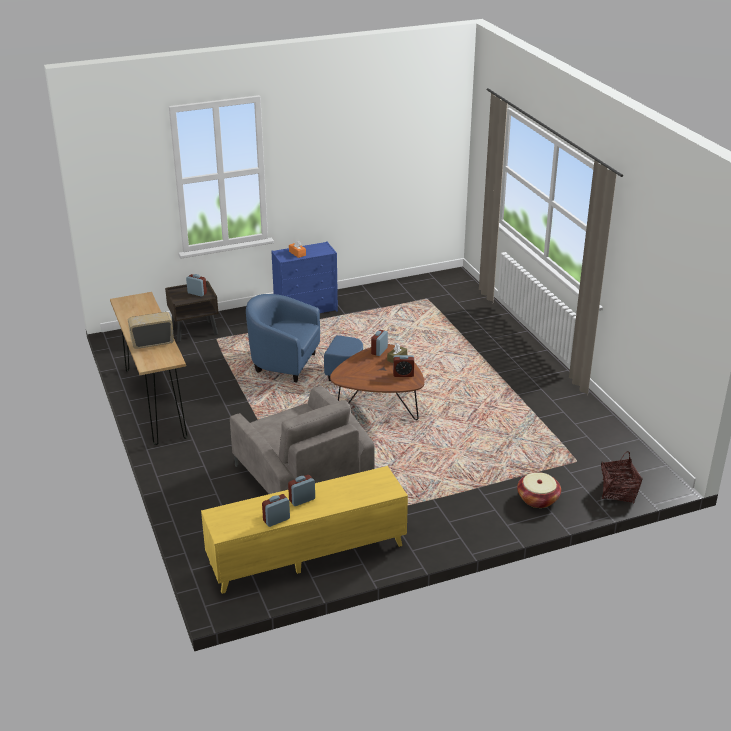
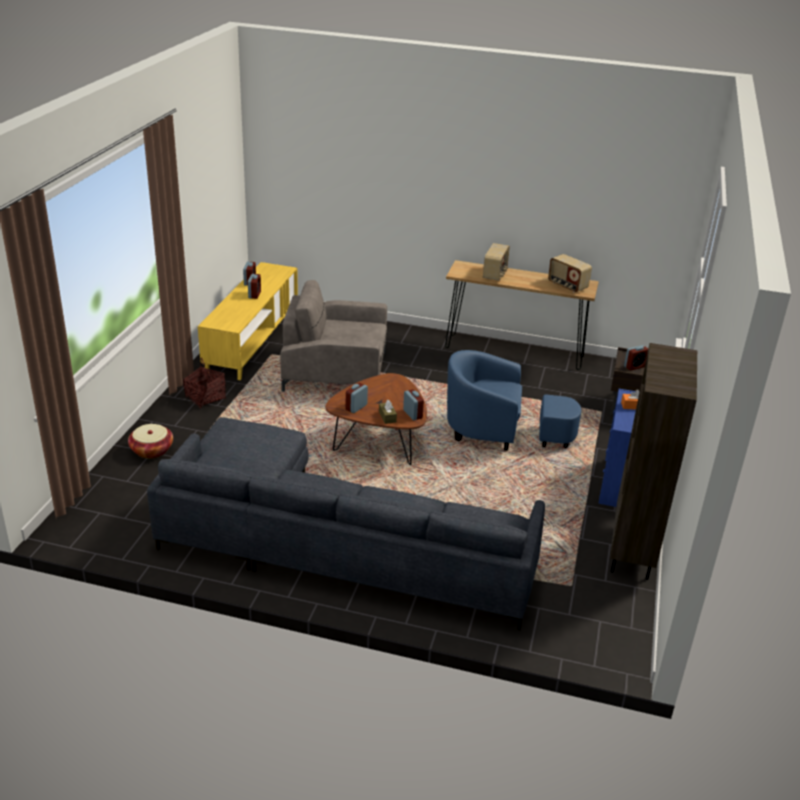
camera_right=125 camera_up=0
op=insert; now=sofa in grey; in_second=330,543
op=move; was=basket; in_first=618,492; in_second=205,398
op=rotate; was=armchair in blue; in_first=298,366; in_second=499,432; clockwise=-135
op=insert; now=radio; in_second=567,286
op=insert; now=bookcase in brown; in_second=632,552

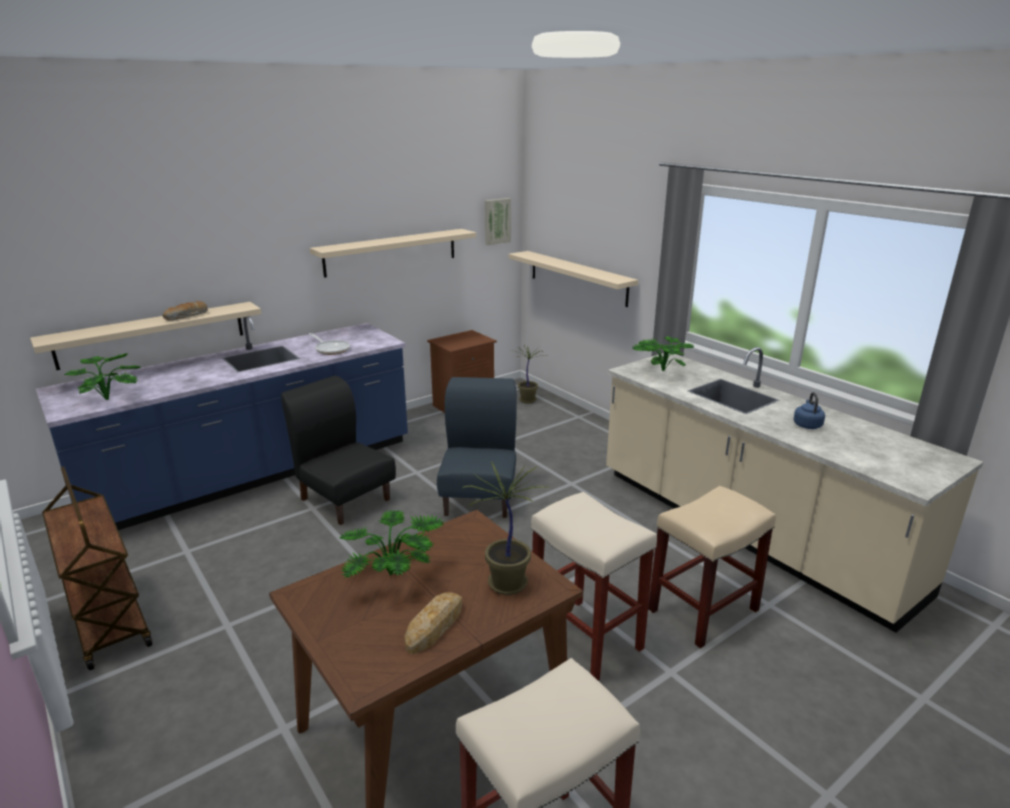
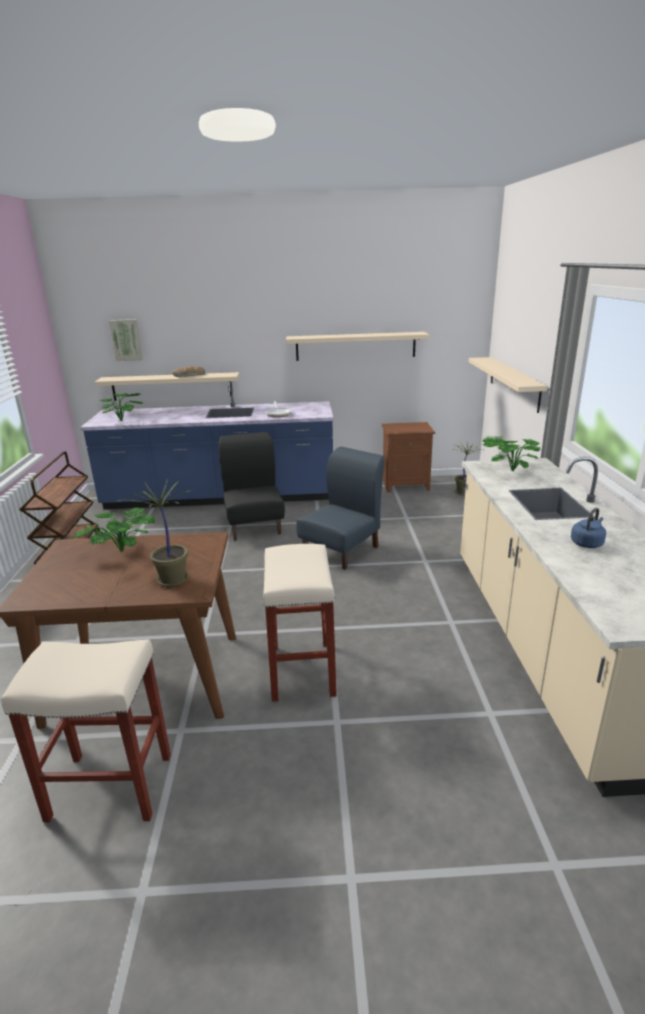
camera_right=35 camera_up=0
op=move; was=picture; in_first=496,221; in_second=126,340
op=delete; was=bread; in_first=435,626
op=delete; was=stool in beige; in_first=703,609

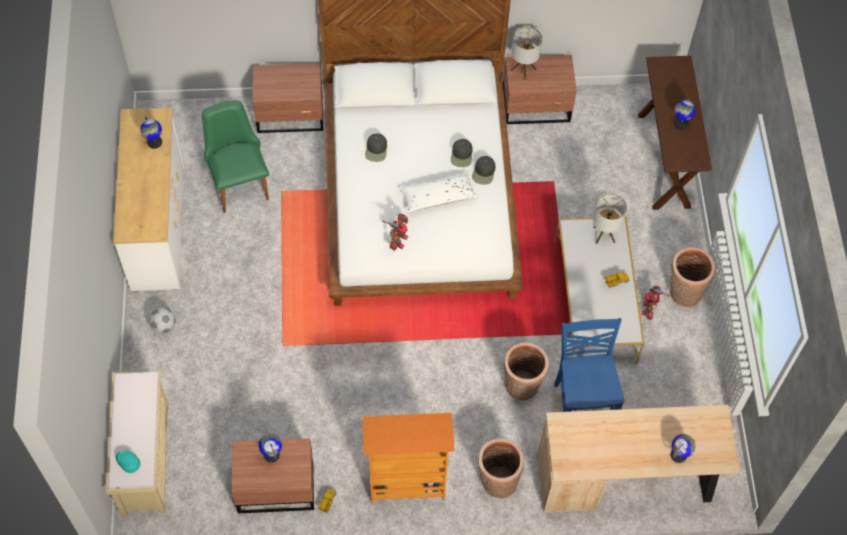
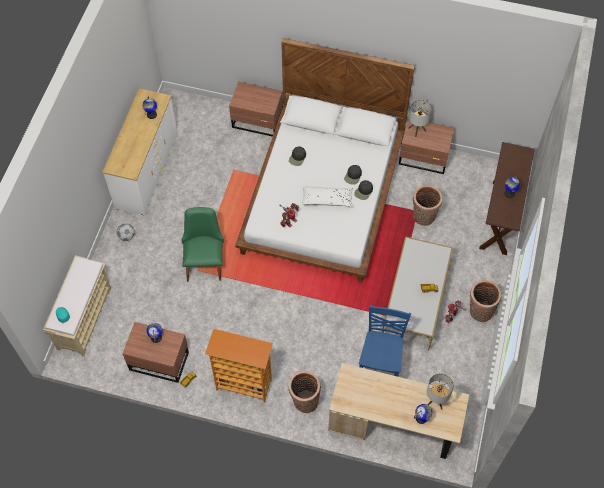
camera_right=20 camera_up=0
op=move; was=chair in green; in_first=238,181; in_second=205,261
op=move; was=basket; in_first=521,387; in_second=423,217
op=move; was=table lamp; in_first=604,234; in_second=435,400

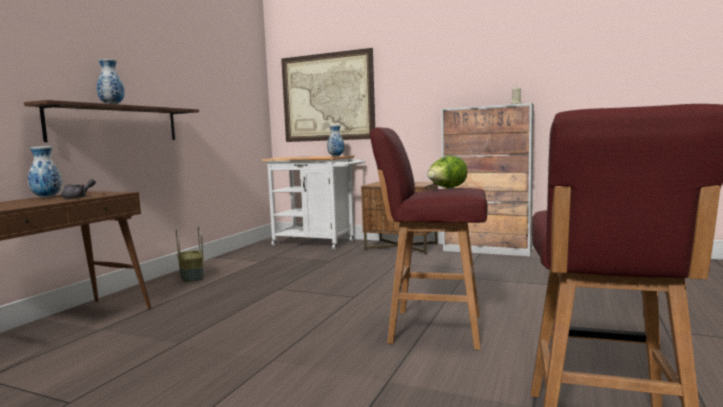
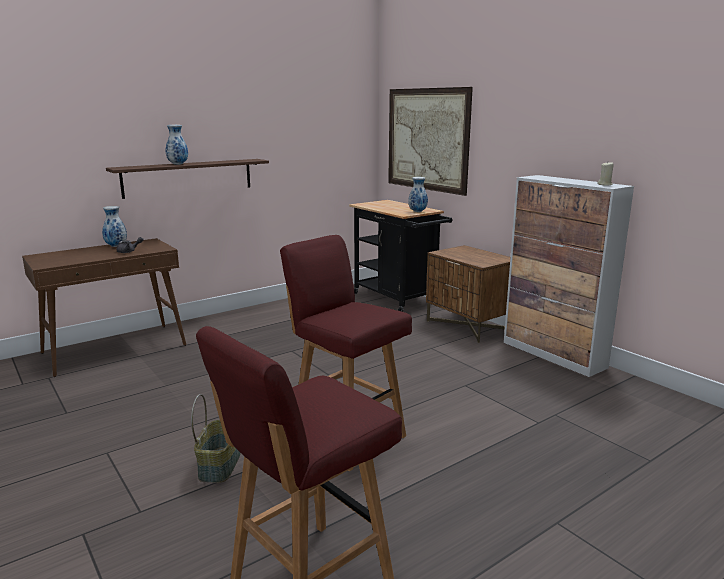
camera_right=30 camera_up=10
op=move; was=basket; in_first=191,276; in_second=219,465
op=recolor; was=cart in white; now=cart in black; in_first=318,243; in_second=397,300
op=delete; was=lettuce; in_first=446,188

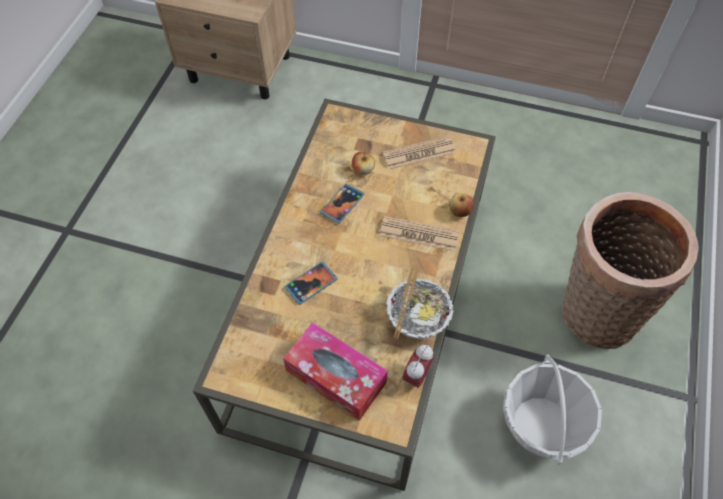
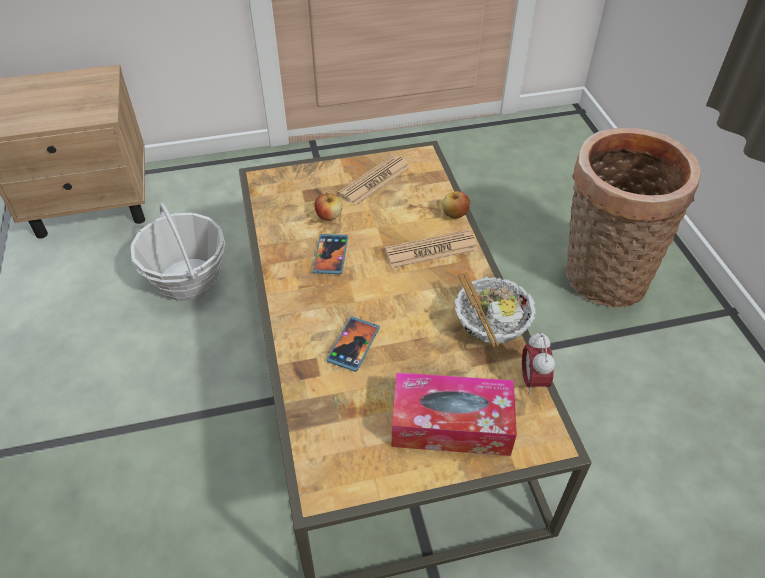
camera_right=-30 camera_up=-10
op=move; was=basket; in_first=541,425; in_second=188,279

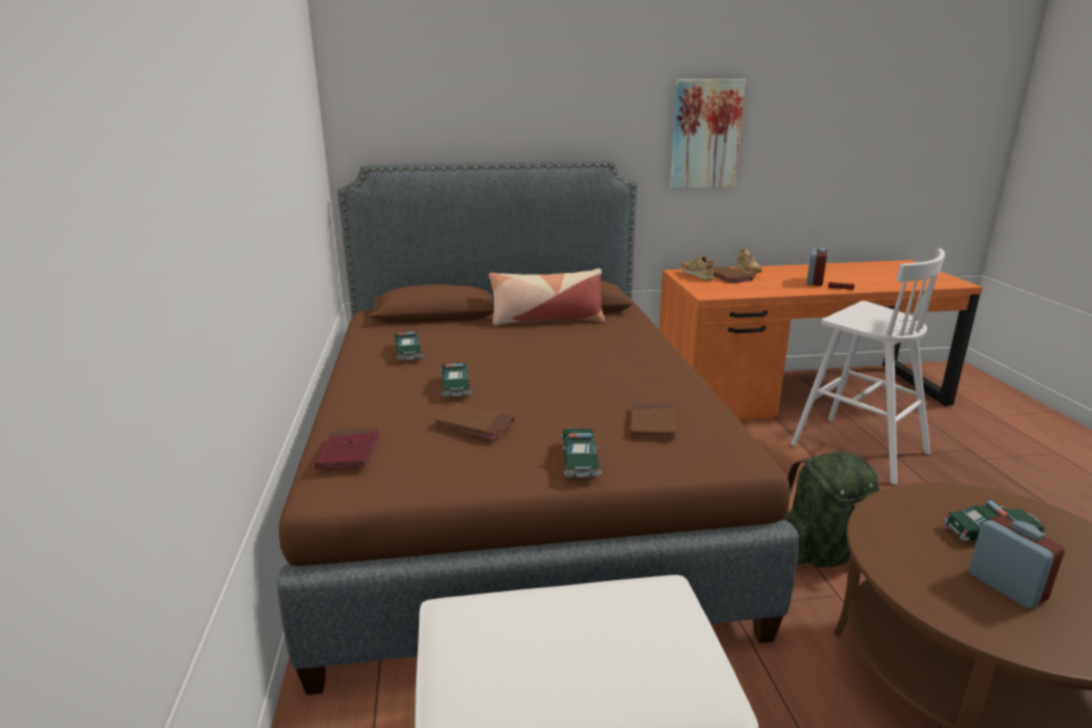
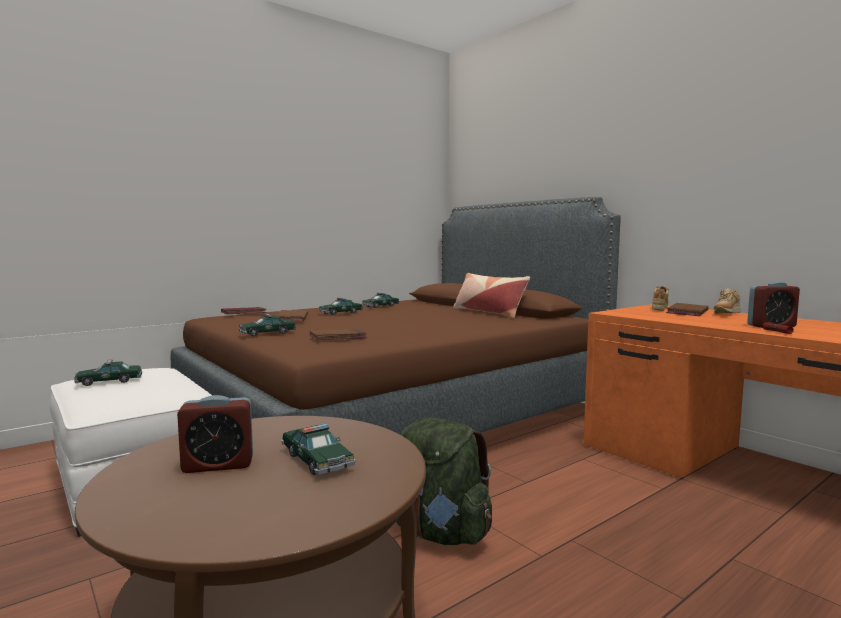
camera_right=60 camera_up=-15
op=insert; now=toy car; in_second=109,381
op=rotate; was=alarm clock; in_first=1006,587; in_second=218,465; clockwise=45
op=delete; was=picture; in_first=705,134
op=delete; was=stool in white; in_first=856,448

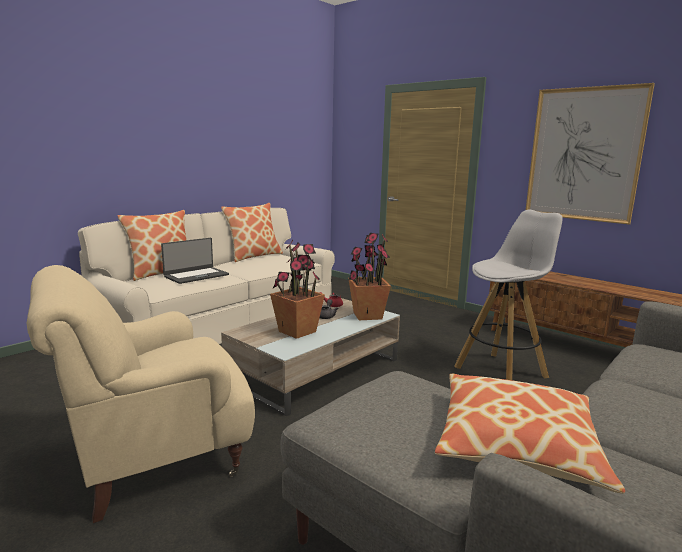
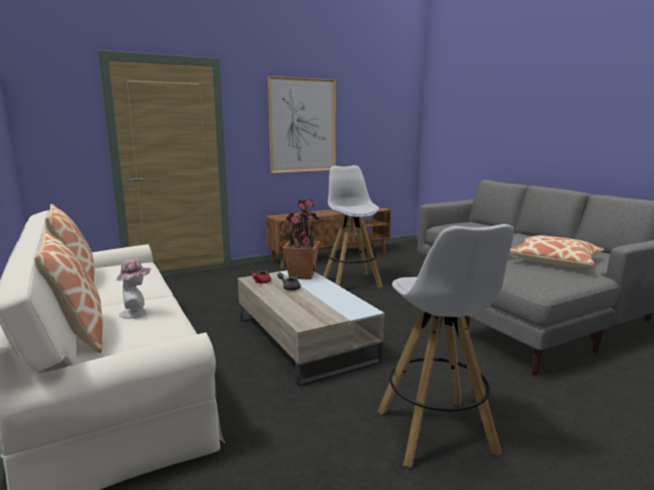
camera_right=-70 camera_up=0
op=replace; was=laptop; now=hat; in_first=196,275; in_second=136,312
op=replace; was=armchair in beige; now=stool in white; in_first=153,459; in_second=436,433
op=delete; was=potted plant; in_first=297,331

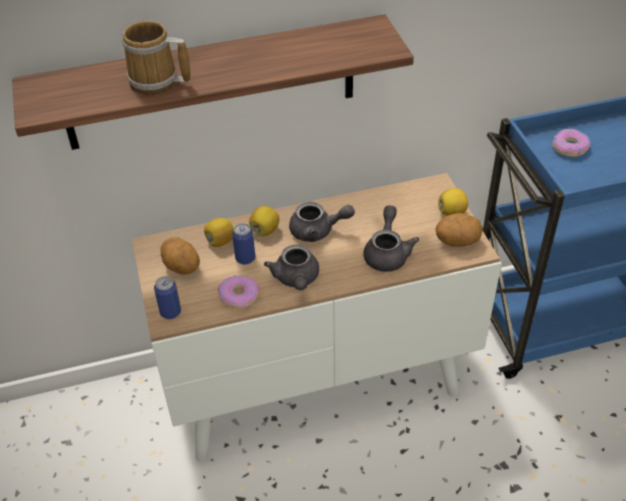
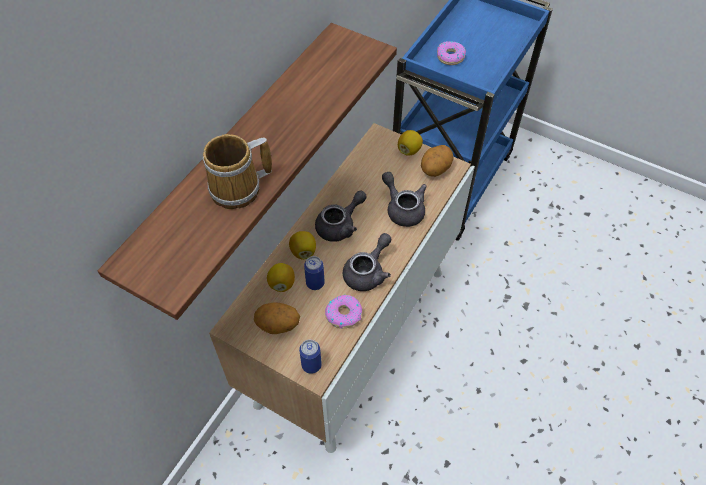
camera_right=-45 camera_up=10
op=rotate; was=teapot in grey; in_first=296,279; in_second=368,272; clockwise=-90

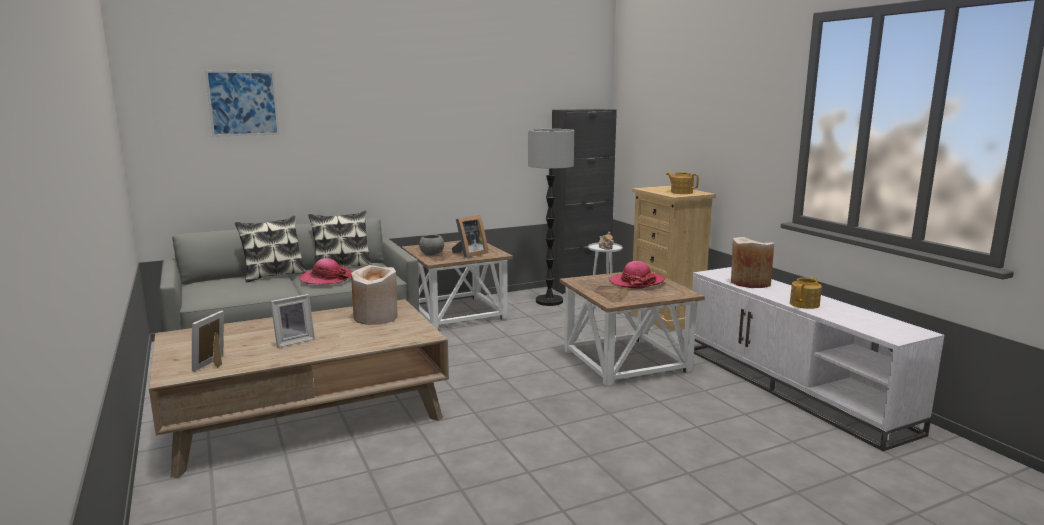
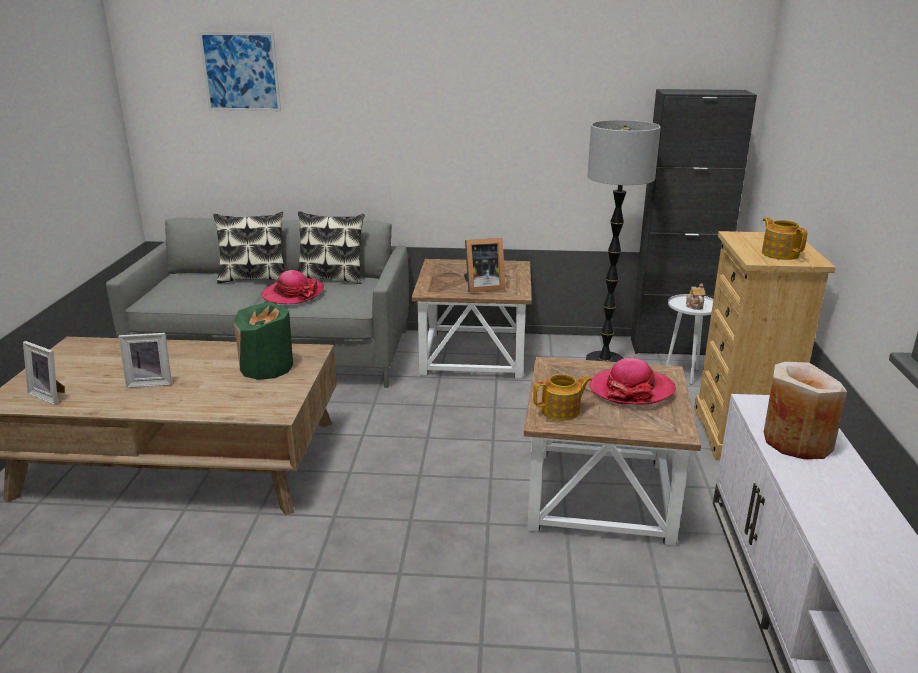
camera_right=30 camera_up=10
op=rotate; was=picture frame; in_first=214,364; in_second=50,395; clockwise=-105
op=recolor; was=vase in beige; now=vase in green; in_first=376,317; in_second=267,367
op=move; was=teapot; in_first=805,304; in_second=561,411
op=delete; was=bowl in grey; in_first=432,254

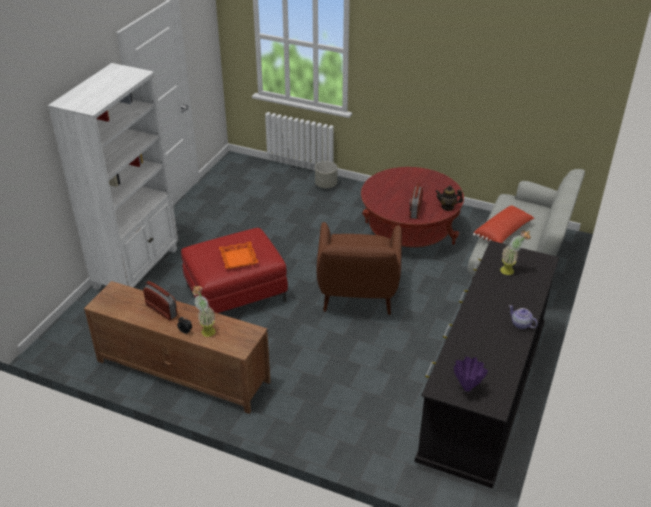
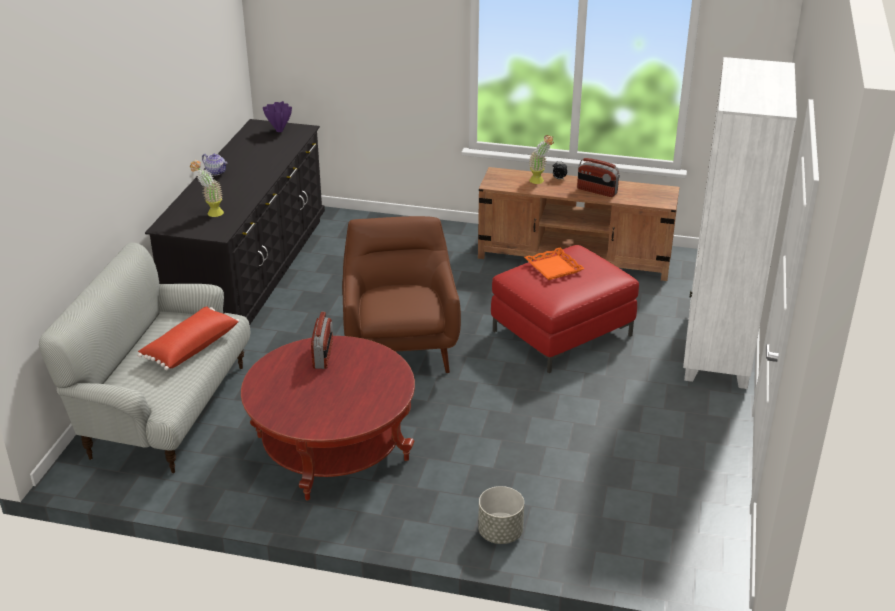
camera_right=170 camera_up=-5
op=delete; was=teapot; in_first=447,207

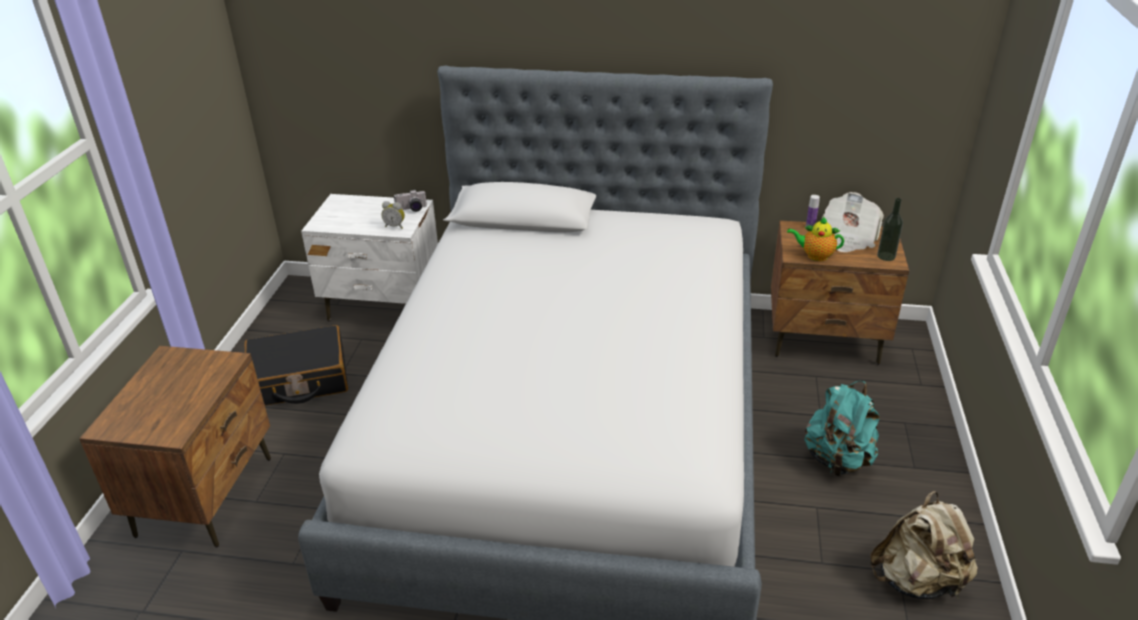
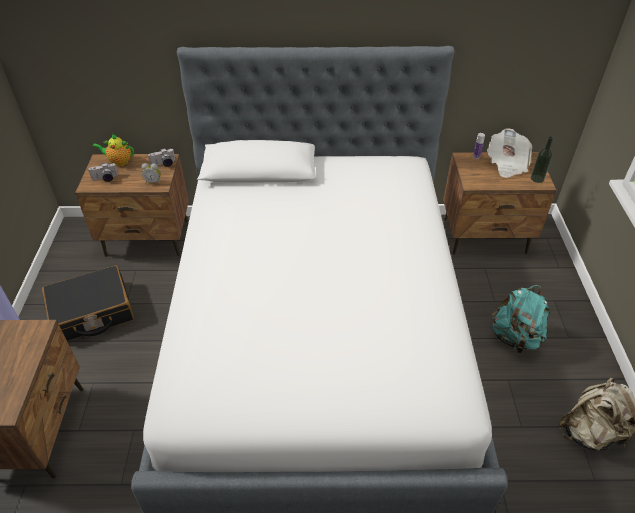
camera_right=-10 camera_up=10
op=recolor; was=nightstand in white; now=nightstand in brown; in_first=384,306; in_second=148,238
op=insert; now=photo camera; in_second=105,179
op=move; was=teapot; in_first=815,256; in_second=119,161

